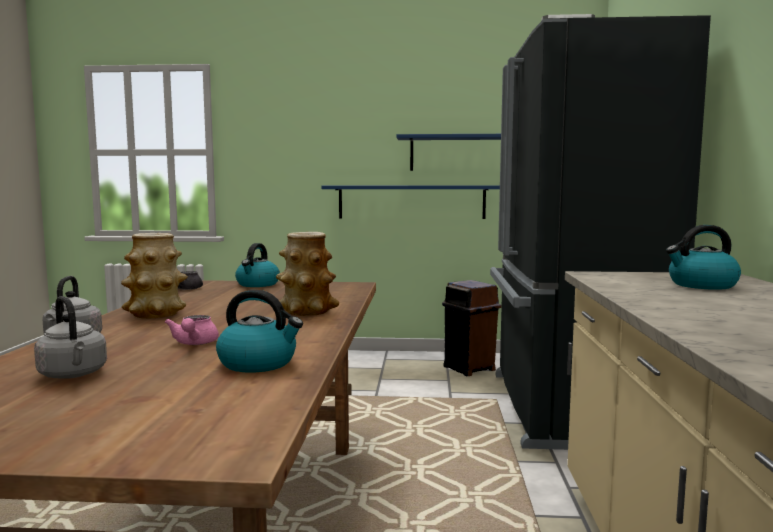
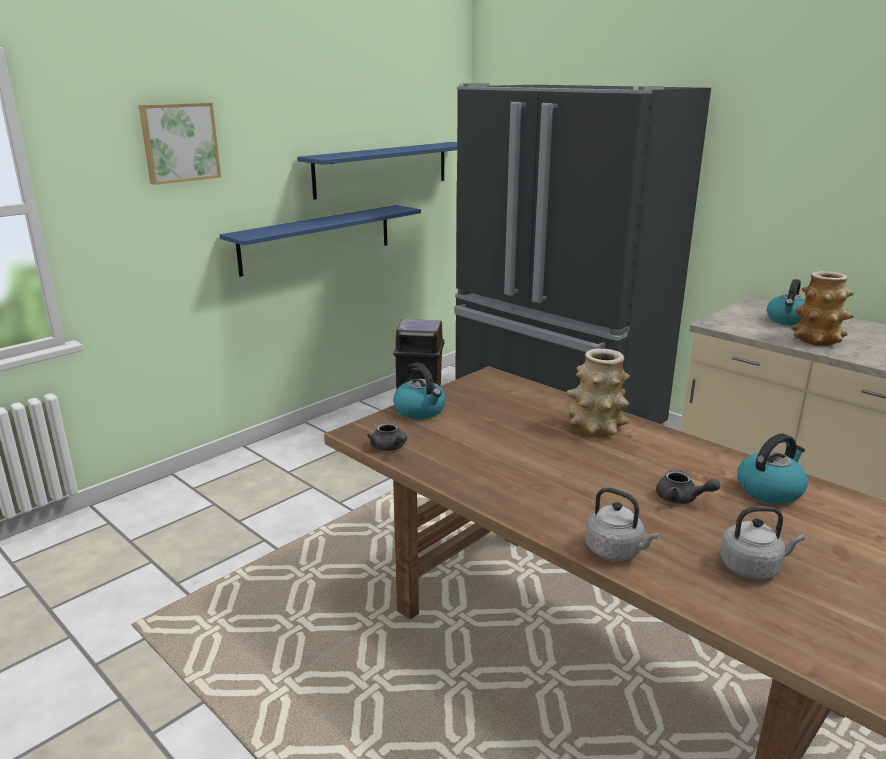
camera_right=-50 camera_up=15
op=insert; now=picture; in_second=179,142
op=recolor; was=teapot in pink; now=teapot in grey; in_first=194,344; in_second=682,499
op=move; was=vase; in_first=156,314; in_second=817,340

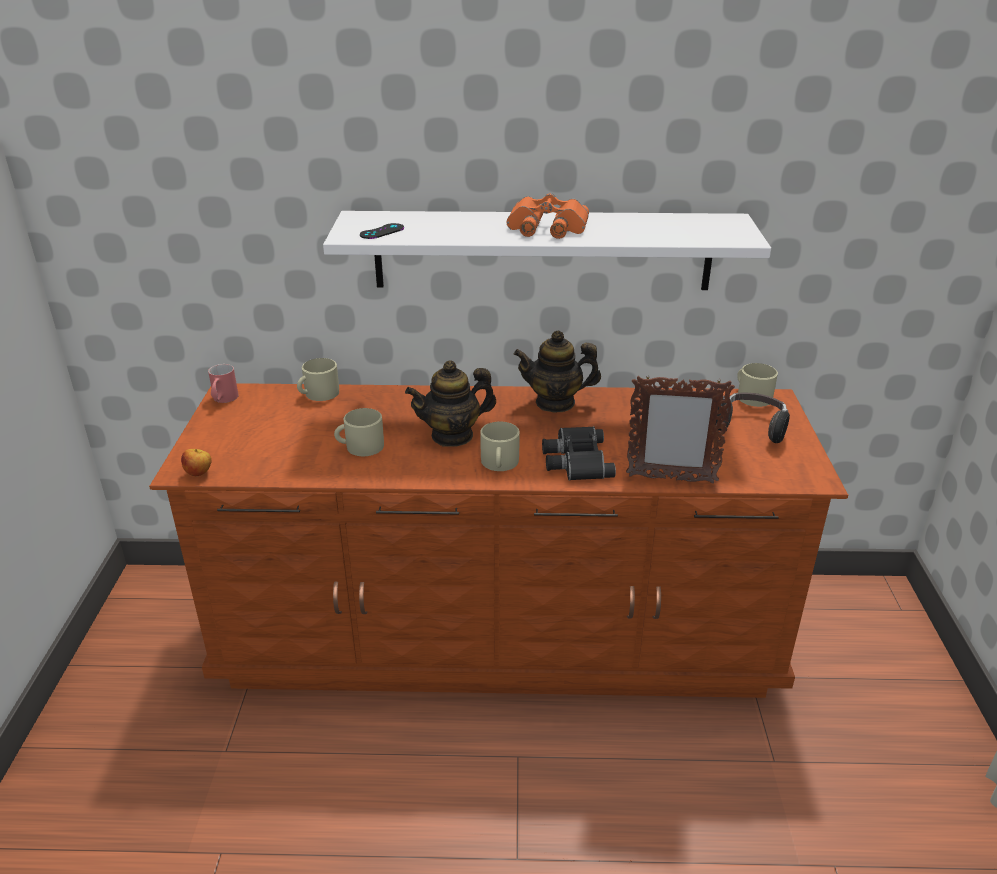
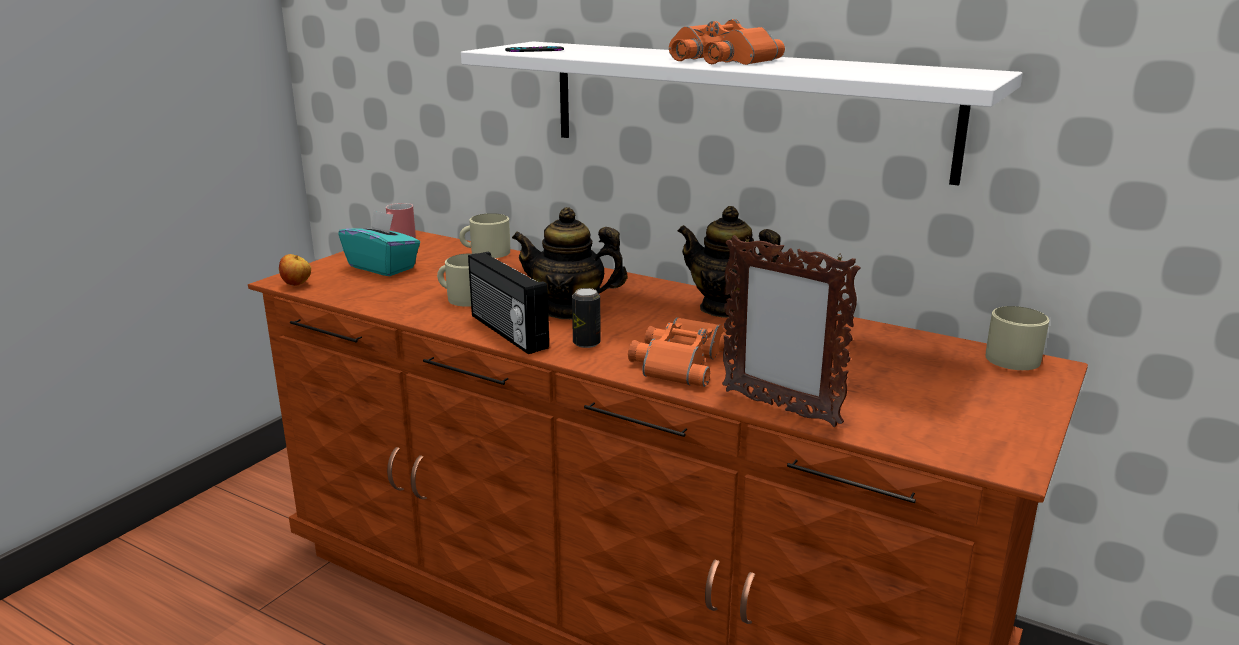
camera_right=30 camera_up=-10
op=insert; now=tissue box in turquoise; in_second=382,267
op=insert; now=radio; in_second=506,332
op=replace; was=mug in beige; now=can; in_first=499,463; in_second=586,343
op=recolor; was=binoculars in black; now=binoculars in orange; in_first=575,460; in_second=679,361
op=delete; was=headphones; in_first=751,427

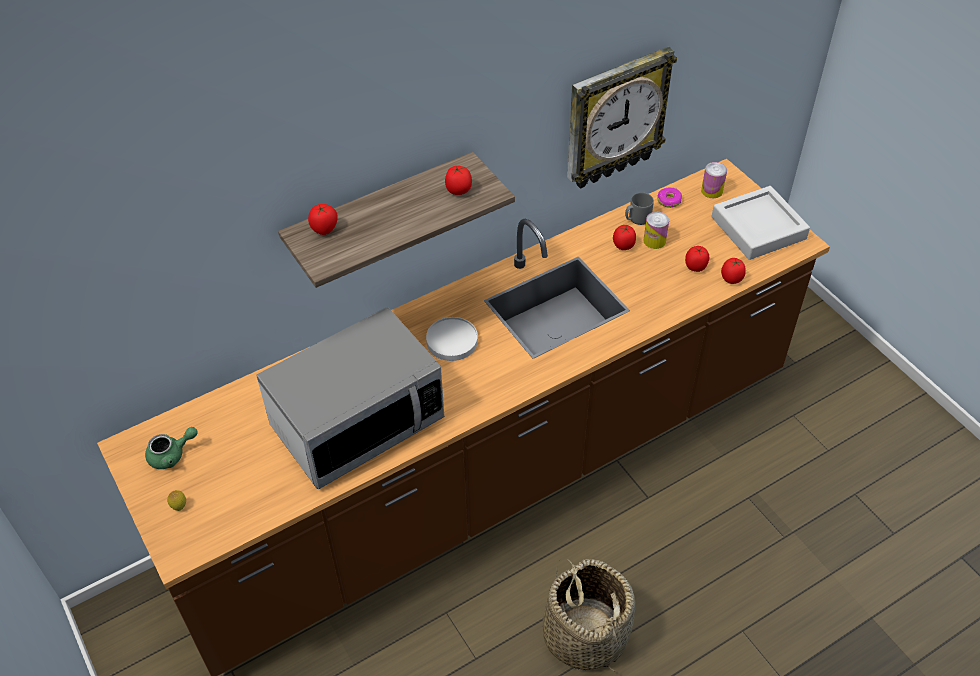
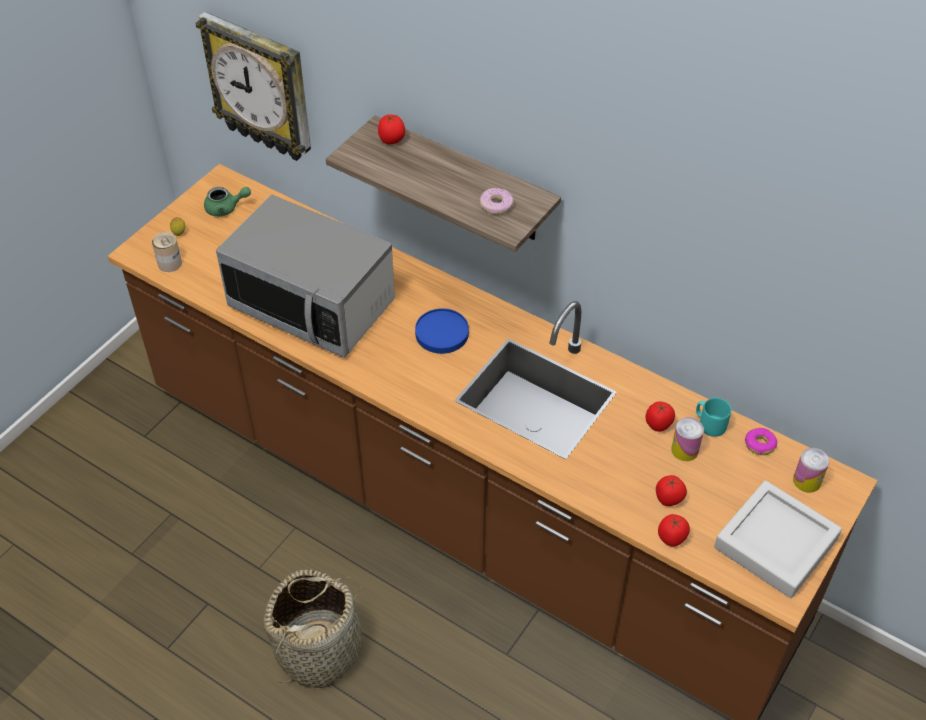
camera_right=65 camera_up=0
op=insert; now=can; in_second=169,263
op=move; was=wall clock; in_first=615,118; in_second=260,87
op=rotate; was=teapot in green; in_first=172,455; in_second=226,208; clockwise=-45
op=recolor; was=plate in white; now=plate in blue; in_first=452,341; in_second=442,334
op=replace; was=tomato; now=donut; in_first=459,191; in_second=496,205
op=recolor; was=mug in grey; now=mug in turquoise; in_first=637,218; in_second=709,424

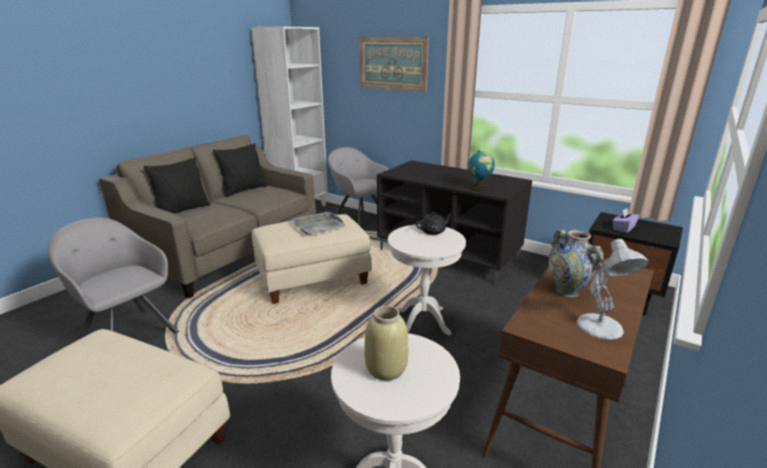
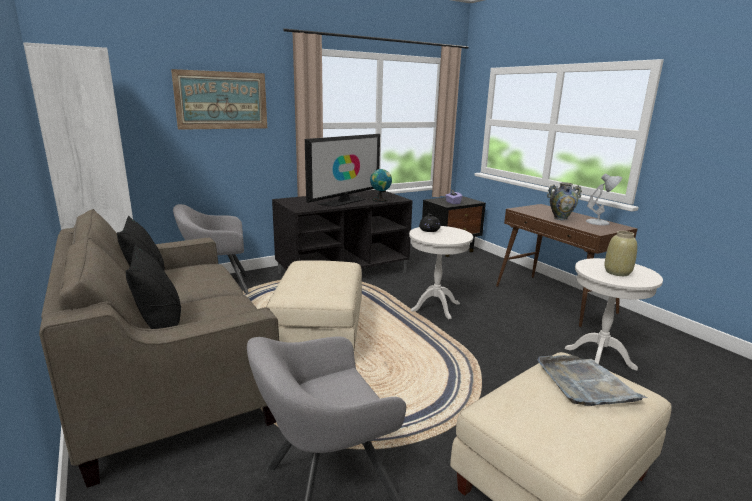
camera_right=-65 camera_up=-5
op=insert; now=television; in_second=344,201
op=move; was=tray in grey; in_first=318,225; in_second=585,383

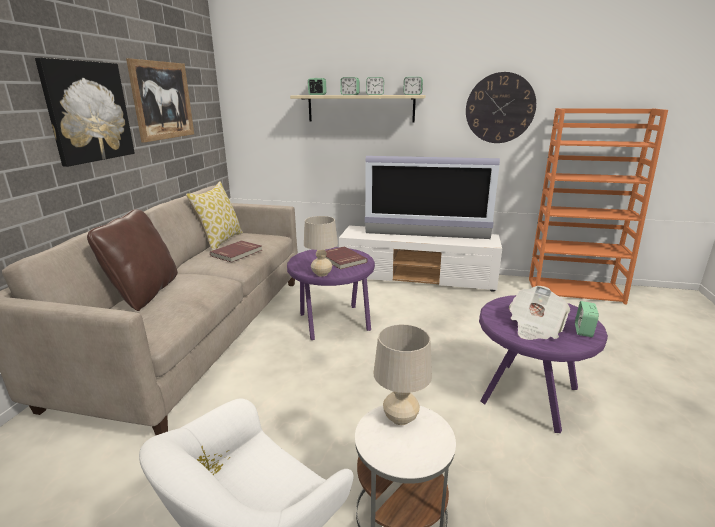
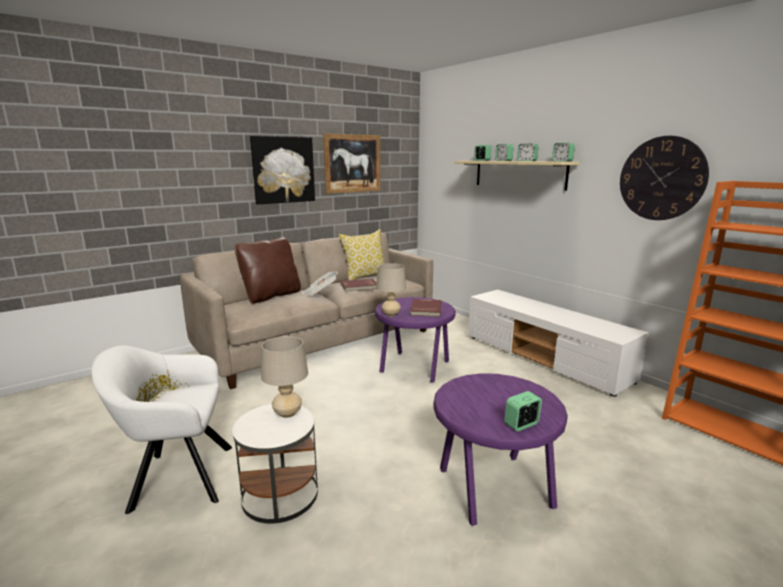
camera_right=40 camera_up=-5
op=move; was=newspaper; in_first=535,327; in_second=320,293
op=delete; was=television; in_first=426,236

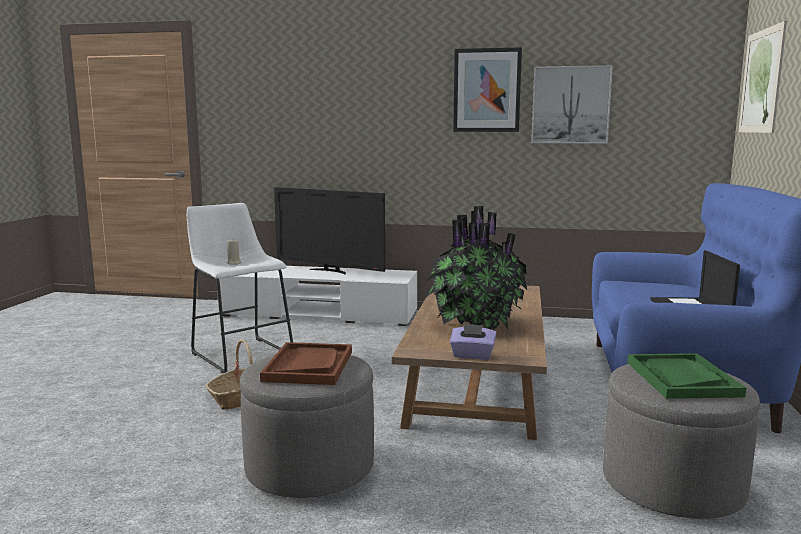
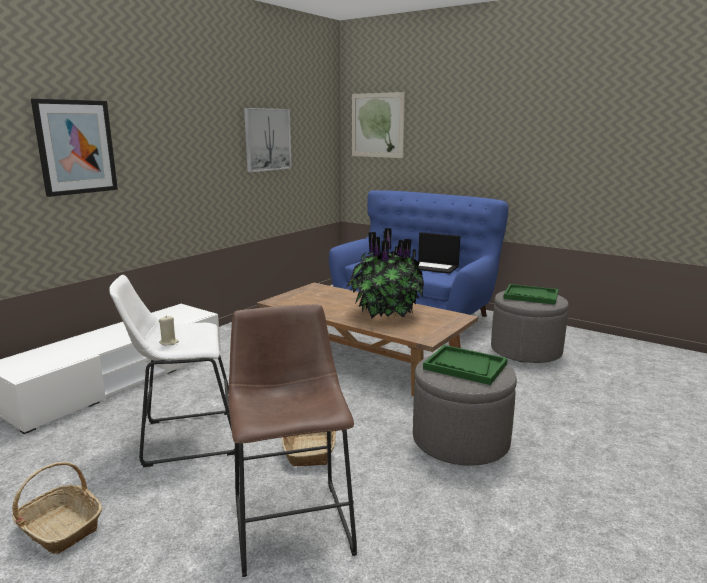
camera_right=-65 camera_up=5
op=insert; now=basket; in_second=59,528
op=move; was=picture; in_first=487,90; in_second=76,147
op=insert; now=stool in brown; in_second=292,520
op=recolor; was=tray in brown; now=tray in green; in_first=308,366; in_second=465,366
op=delete; was=television; in_first=330,271
op=delete; was=tissue box in purple; in_first=472,355

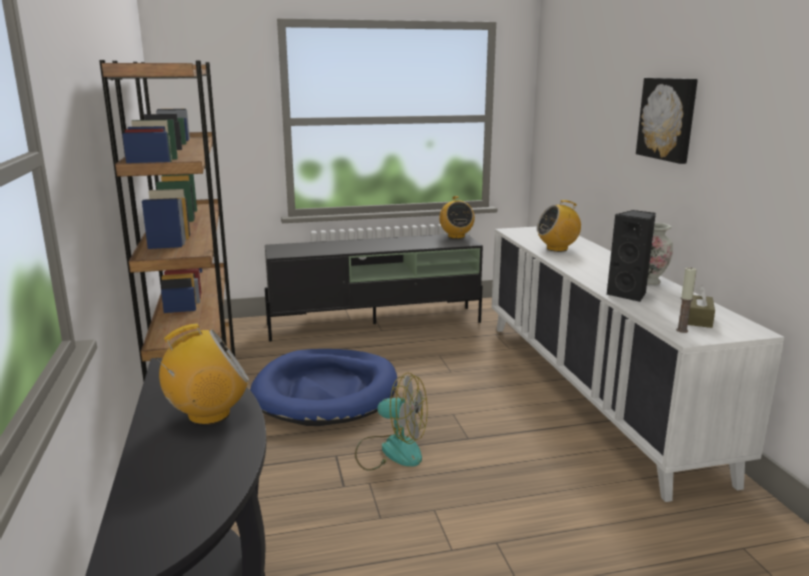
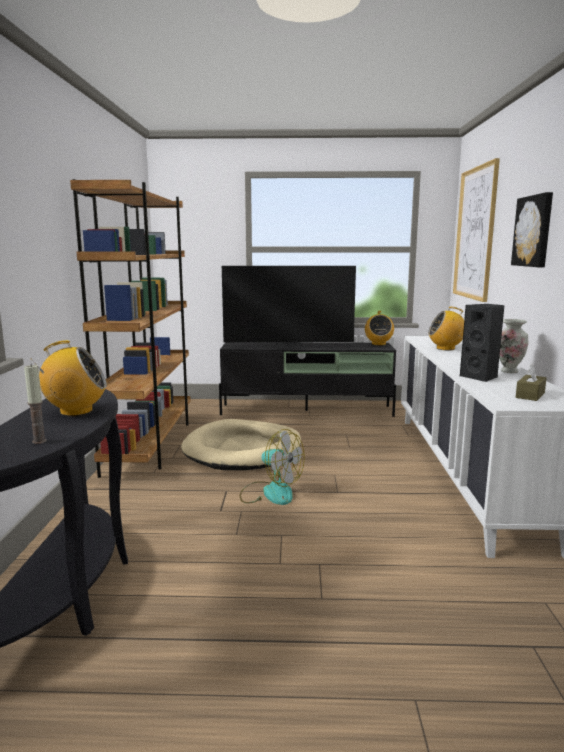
camera_right=15 camera_up=-5
op=move; was=candle; in_first=682,330; in_second=39,441
op=recolor; was=dog bed in blue; now=dog bed in beige; in_first=326,392; in_second=243,450
op=insert; now=television; in_second=289,346
op=insert; now=picture; in_second=475,233

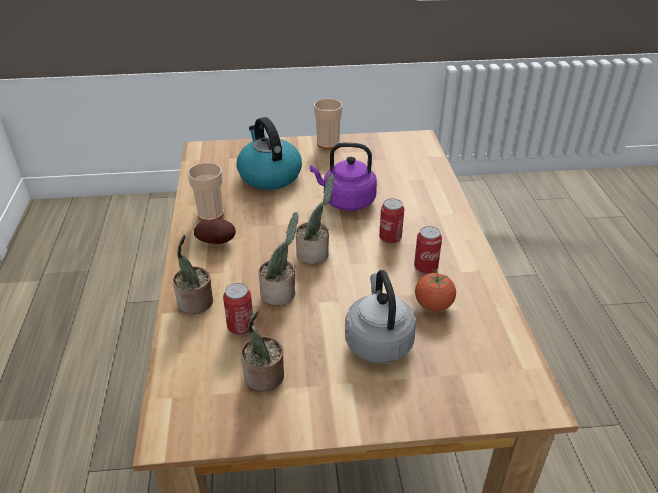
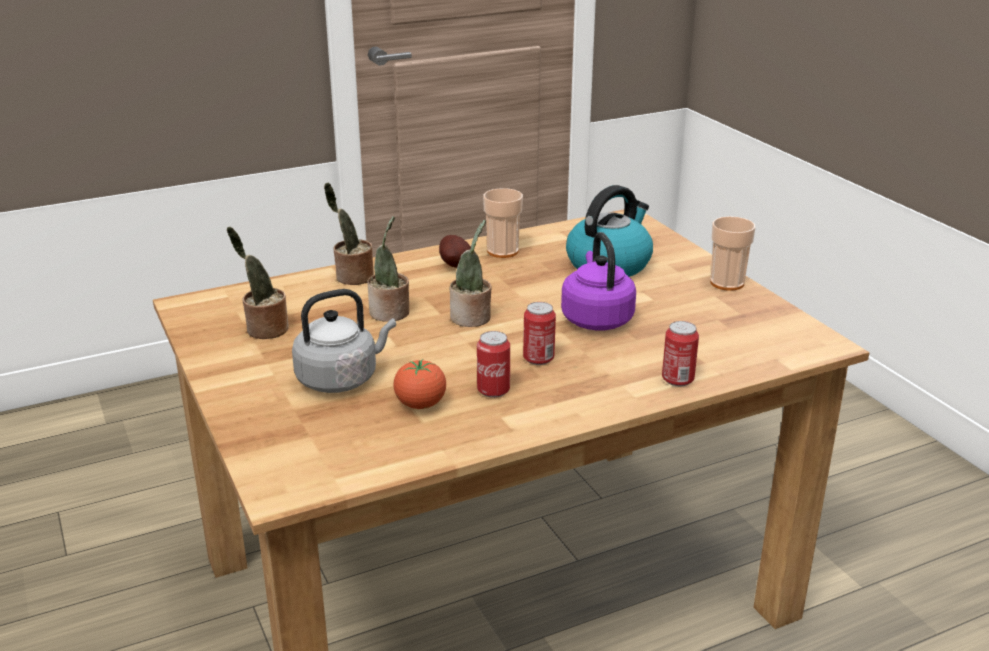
camera_right=70 camera_up=-10
op=move; was=can; in_first=240,327; in_second=677,379

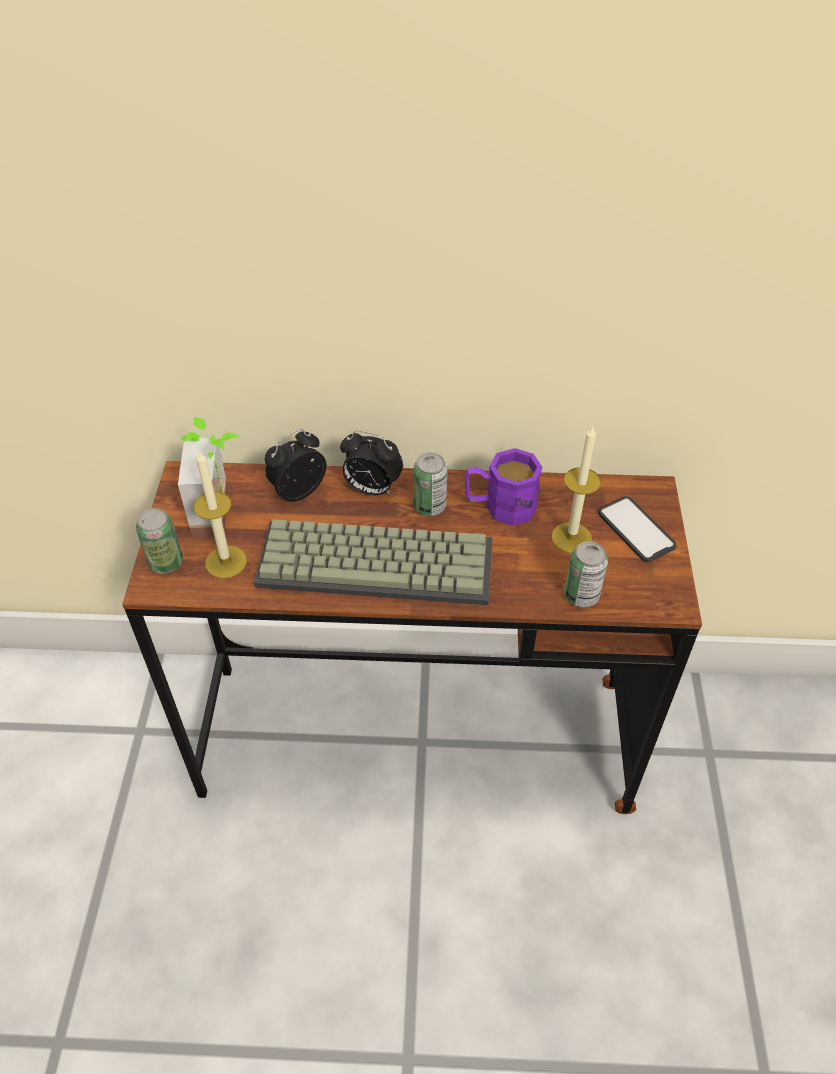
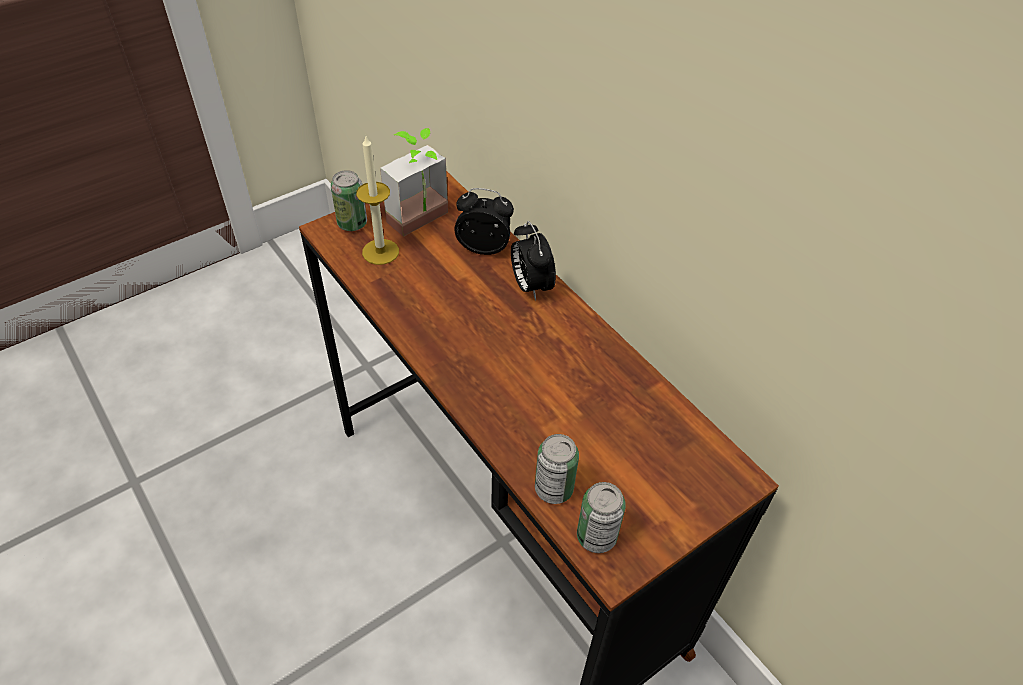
camera_right=50 camera_up=0
op=move; was=can; in_first=429,506; in_second=596,536
op=delete; was=keyboard; in_first=378,561
op=delete; was=mug in purple; in_first=500,506
op=delete; was=candle; in_first=571,538
op=delete; was=phone; in_first=636,529

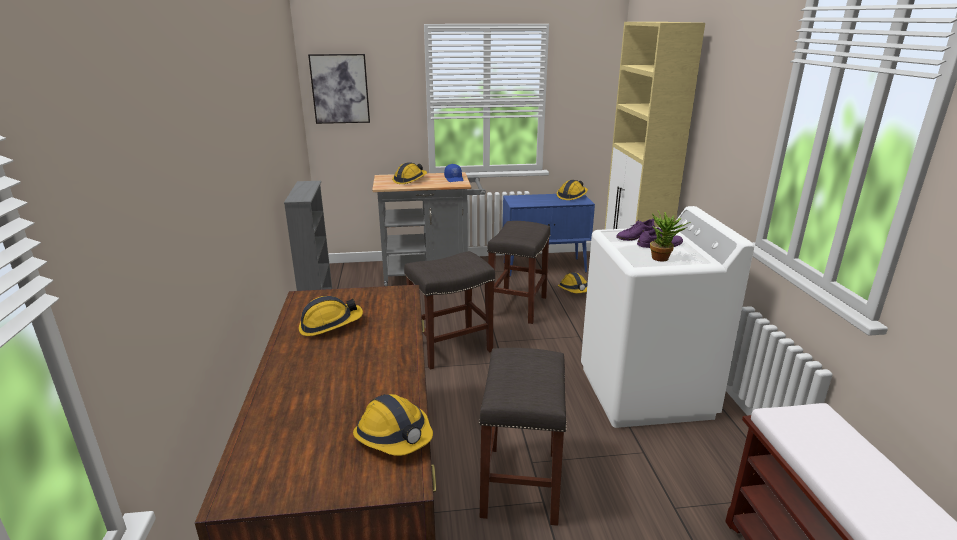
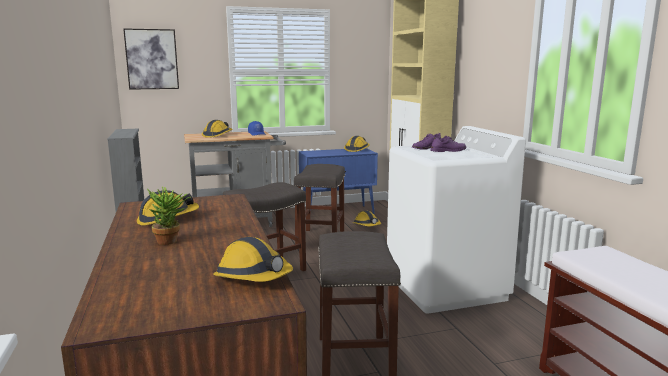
camera_right=-10 camera_up=-10
op=move; was=potted plant; in_first=663,258; in_second=171,241

